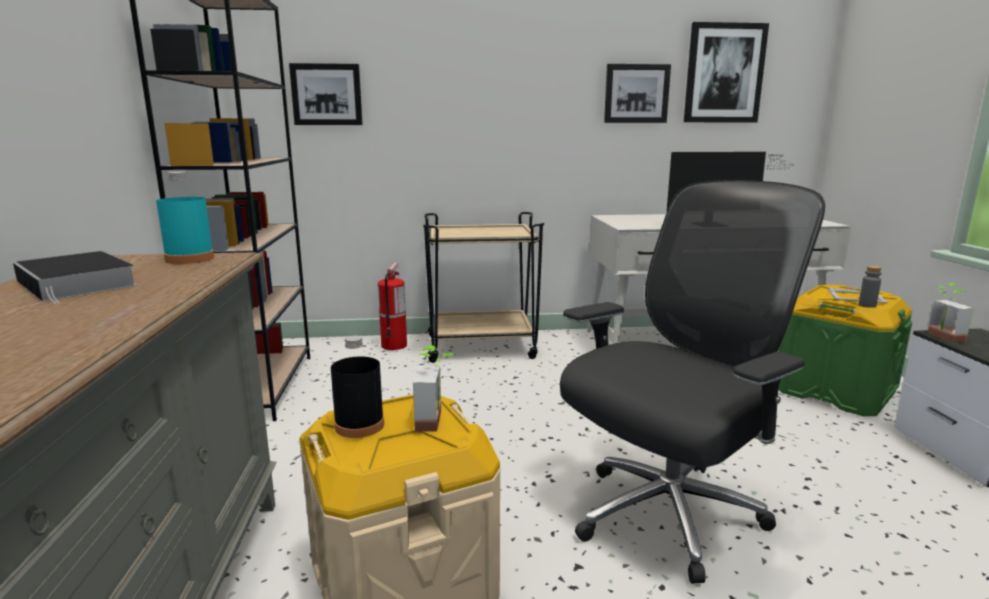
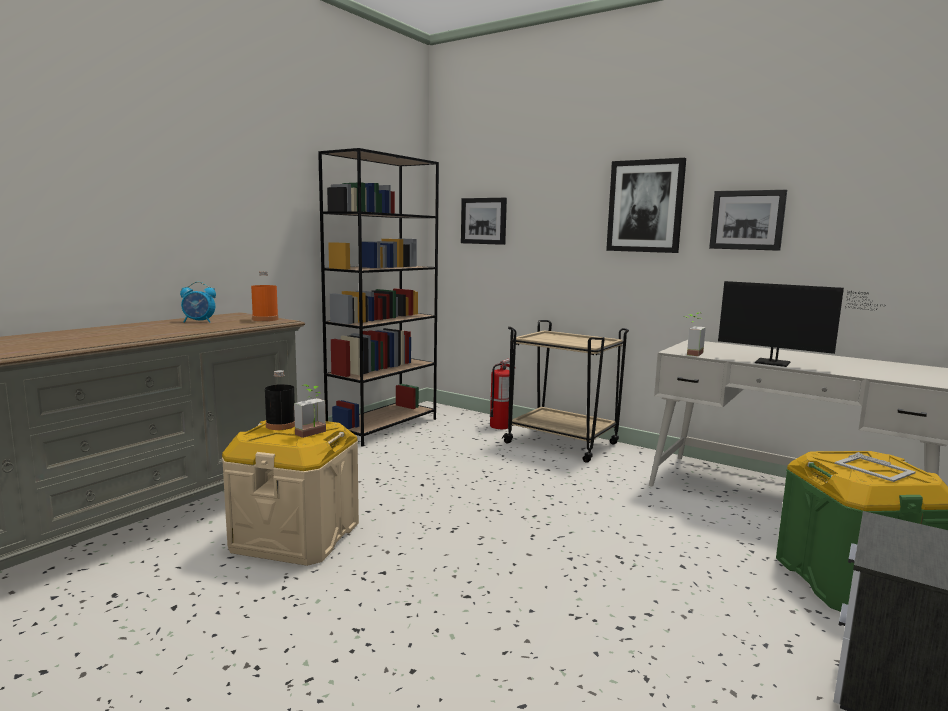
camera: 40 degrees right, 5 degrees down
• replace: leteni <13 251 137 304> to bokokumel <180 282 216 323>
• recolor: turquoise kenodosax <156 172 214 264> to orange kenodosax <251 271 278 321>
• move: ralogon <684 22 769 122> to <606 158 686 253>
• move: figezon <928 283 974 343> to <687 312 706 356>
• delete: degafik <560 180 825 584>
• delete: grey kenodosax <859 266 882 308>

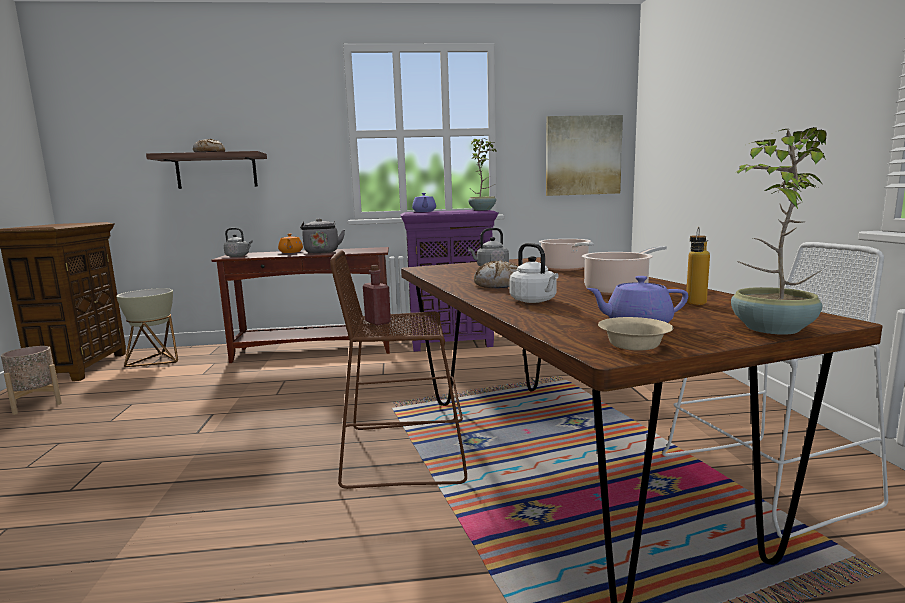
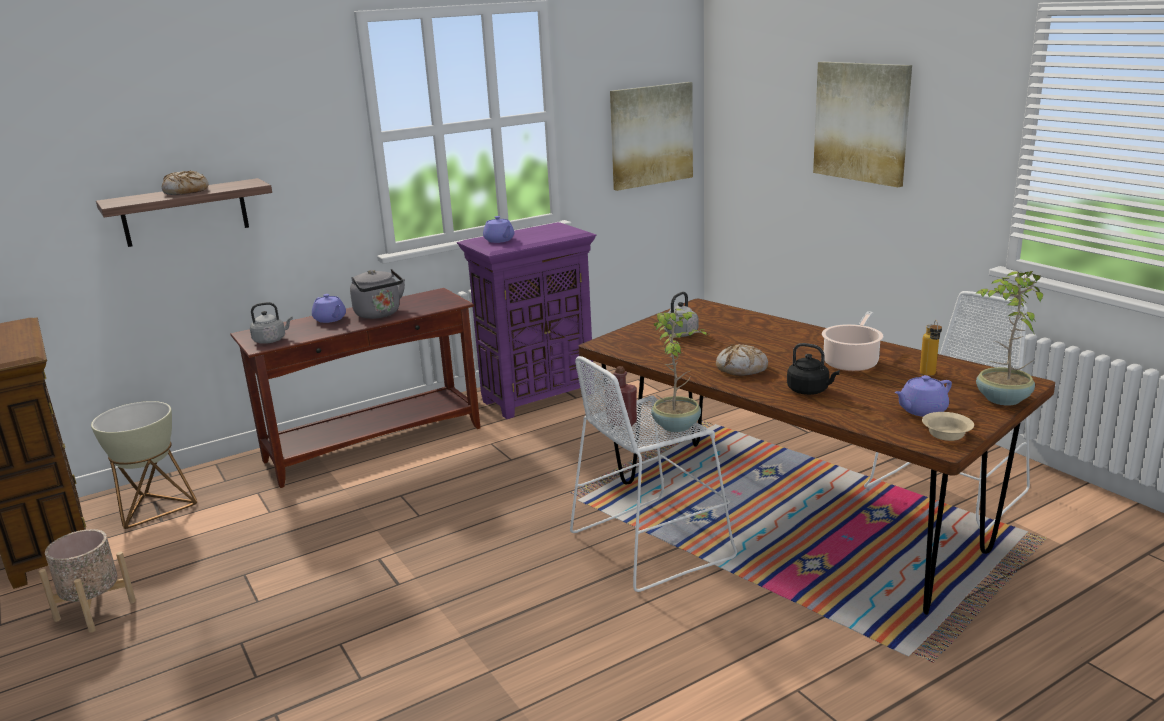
camera: 25 degrees left, 10 degrees up
• recolor: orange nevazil <278 234 303 253> to purple nevazil <312 294 346 323>
• recolor: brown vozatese <330 250 467 489> to white vozatese <570 356 737 592>
• move: figezon <468 138 497 211> to <651 308 708 432>
• recolor: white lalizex <509 243 558 303> to black lalizex <787 343 840 395>
• insert: ralogon <813 62 912 187>
• delete: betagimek <539 239 594 271>

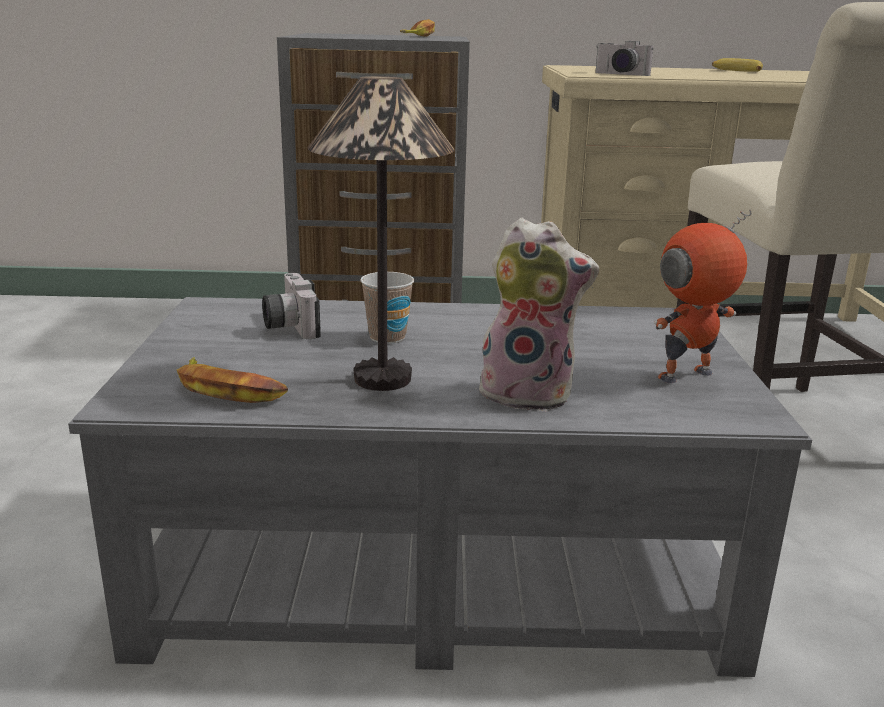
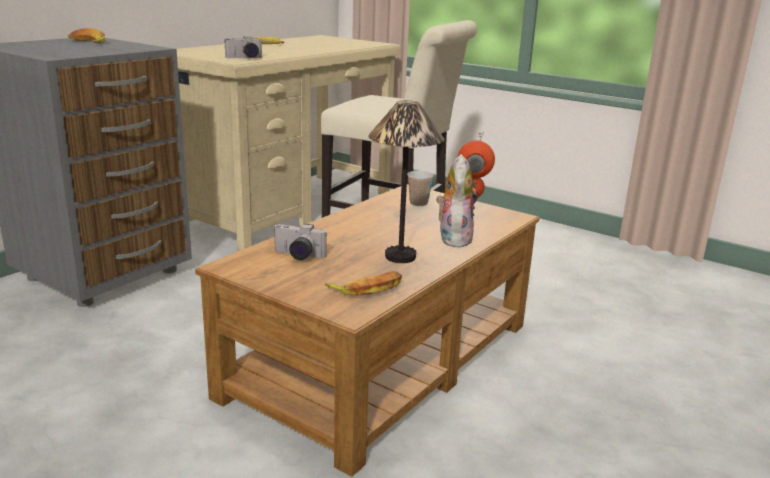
camera: 55 degrees left, 0 degrees up
• recolor: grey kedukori <68 297 812 677> to brown kedukori <195 184 540 477>
• move: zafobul <360 272 414 344> to <407 171 434 206>
• rotate: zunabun <474 218 599 412> = <436 154 474 248> 45 degrees counterclockwise

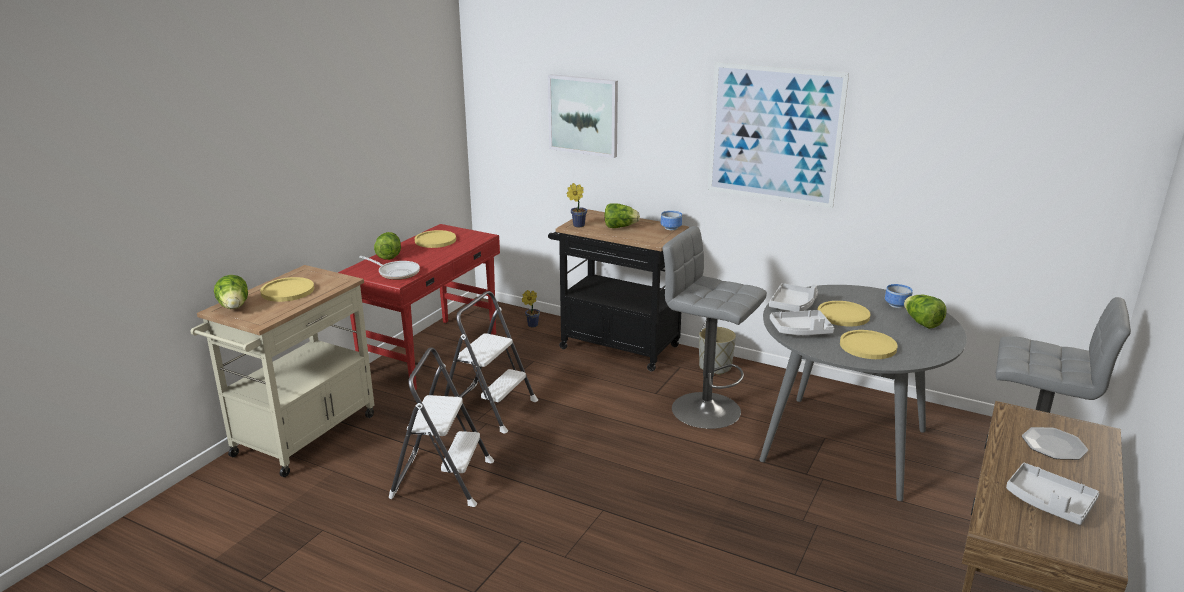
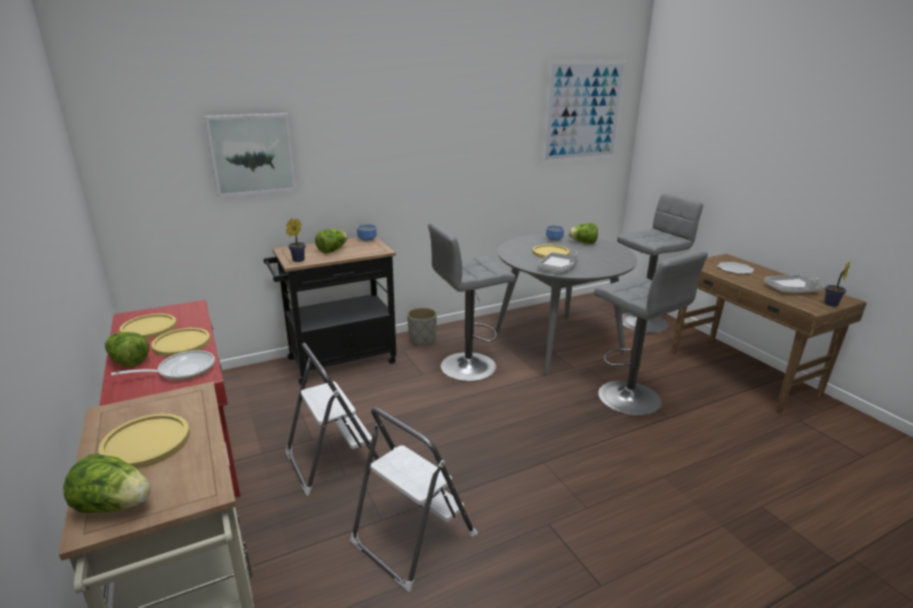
camera: 55 degrees left, 0 degrees up
• move: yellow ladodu <840 330 898 359> to <151 328 210 357>
• move: ralogon <708 62 849 209> to <541 60 627 163>
• insert: grey vozatese <594 250 708 415>
• move: figezon <522 290 540 327> to <824 261 850 307>
• delete: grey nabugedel <769 283 818 311>

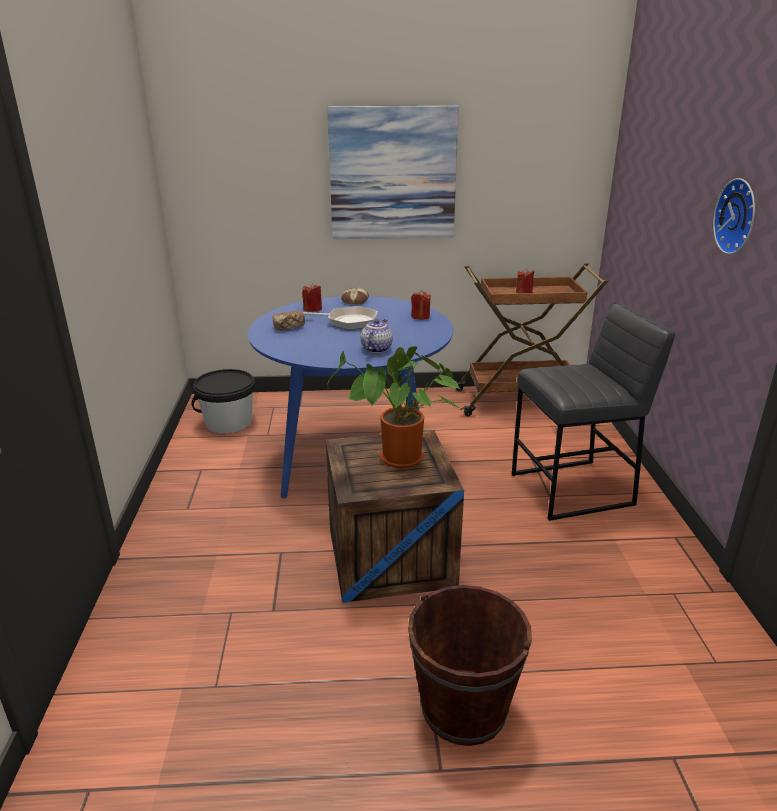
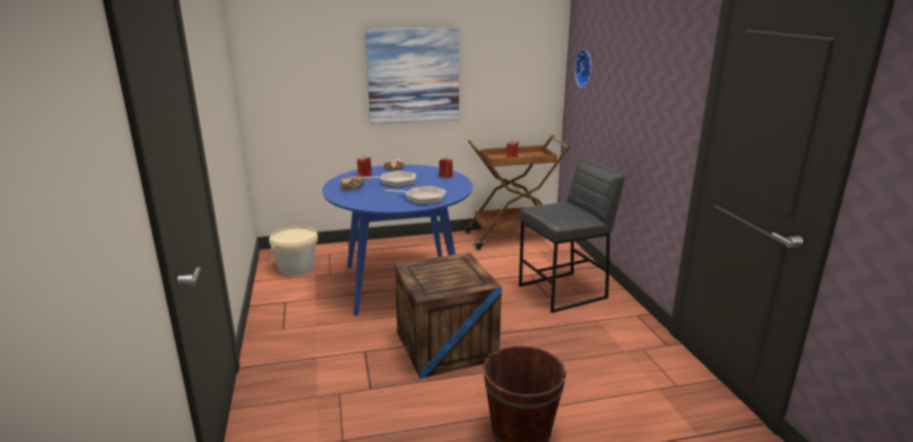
camera: 10 degrees left, 5 degrees down
• recolor: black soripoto <191 369 256 433> to beige soripoto <268 226 318 276>
• replace: nevazil <360 319 393 353> to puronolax <385 186 446 204>
• move: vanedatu <713 178 755 254> to <575 49 592 88>
• delete: figezon <328 346 462 468>

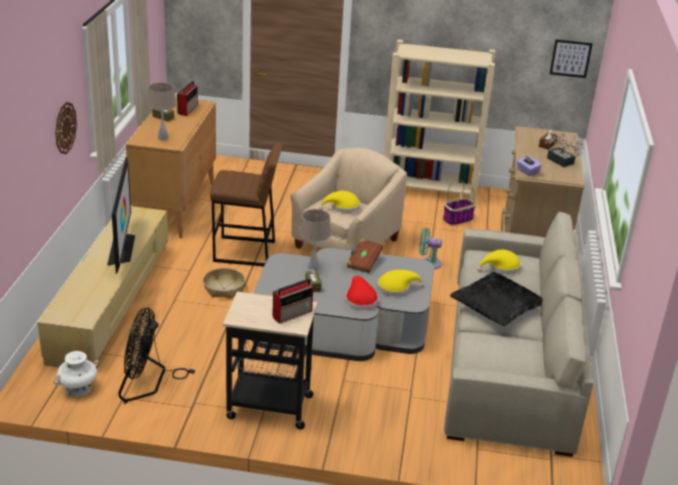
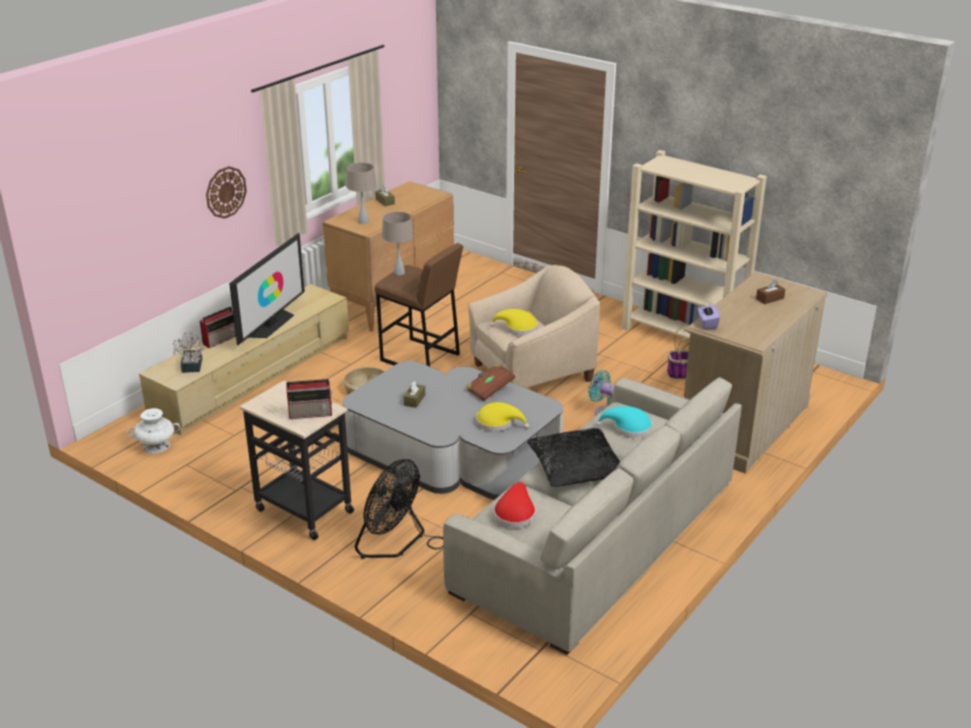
camera: 30 degrees right, 0 degrees up
• move: figezon <545 133 587 167> to <173 332 205 373>
• move: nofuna <177 81 198 116> to <200 306 236 348>
• move: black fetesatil <118 307 195 404> to <355 459 443 559>
• move: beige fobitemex <300 209 331 271> to <382 212 414 275>
• move: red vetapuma <345 276 378 310> to <494 482 536 528>
• recolor: yellow vetapuma <477 250 521 274> to turquoise vetapuma <596 406 652 438>
• delete: ralogon <550 39 593 78>

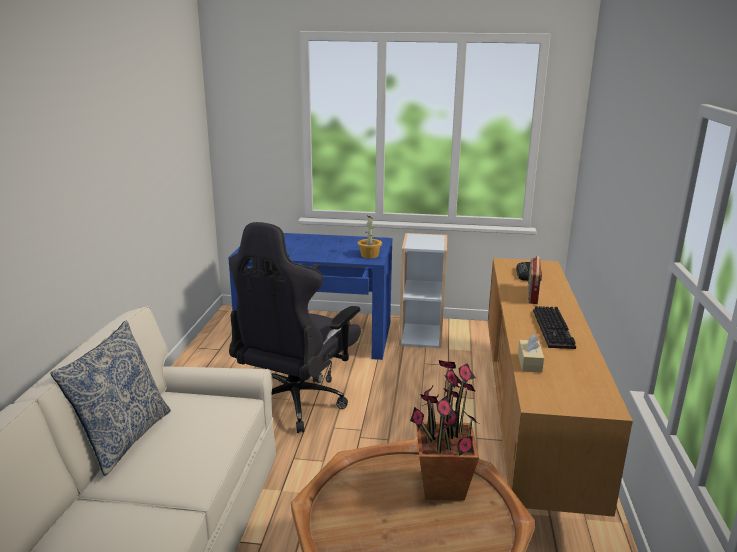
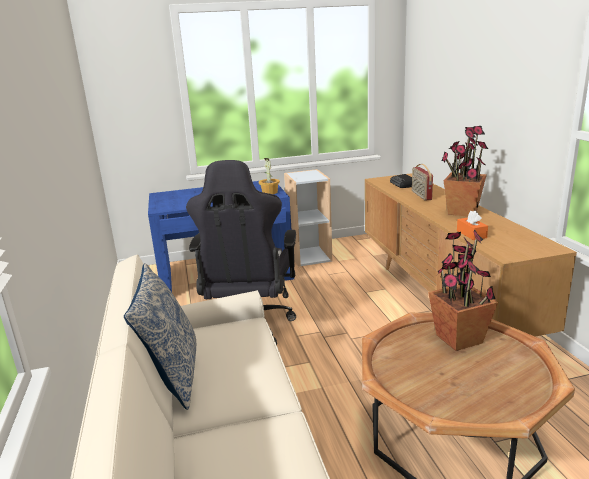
camera: 20 degrees left, 0 degrees up
• replace: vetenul <533 306 576 349> to figezon <441 126 488 217>
• recolor: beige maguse <518 334 544 373> to orange maguse <457 210 488 240>

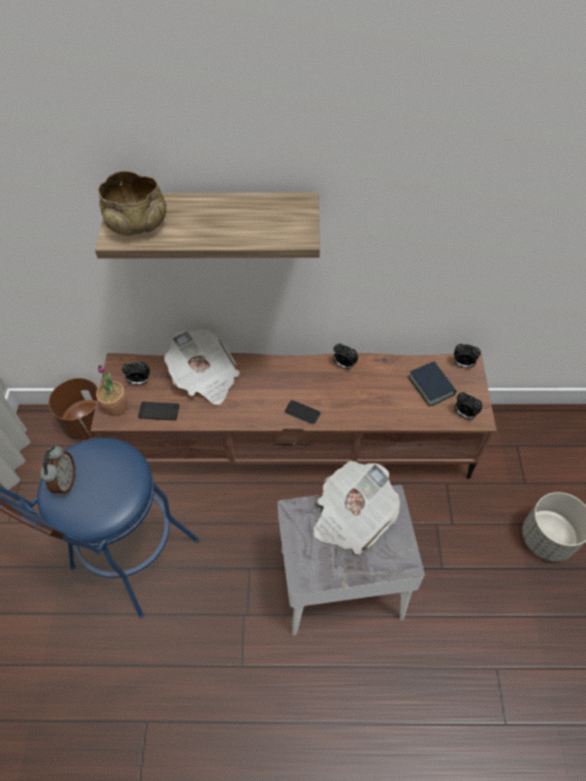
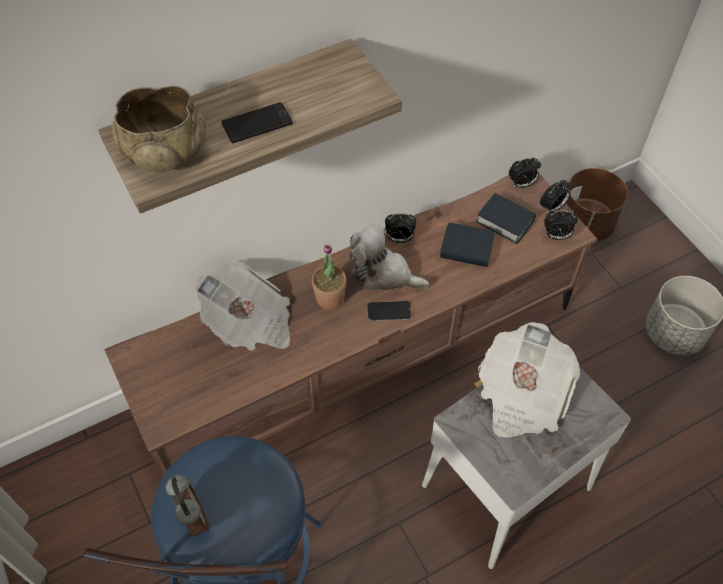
camera: 30 degrees left, 0 degrees up
• move: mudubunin <138 402 179 421> to <221 102 293 143>
• move: figezon <96 365 128 416> to <312 244 347 310>
• insert: zunabun <350 224 429 291>
• insert: leteni <440 223 495 267>
• move: bokokumel <122 362 150 385> to <540 180 571 214>
• move: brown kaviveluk <48 378 98 440> to <566 168 628 242>

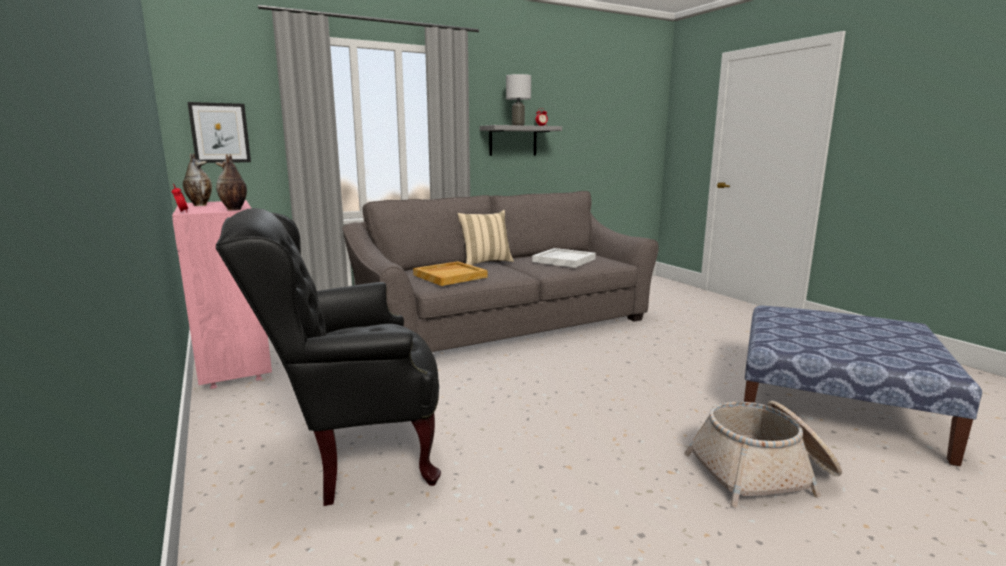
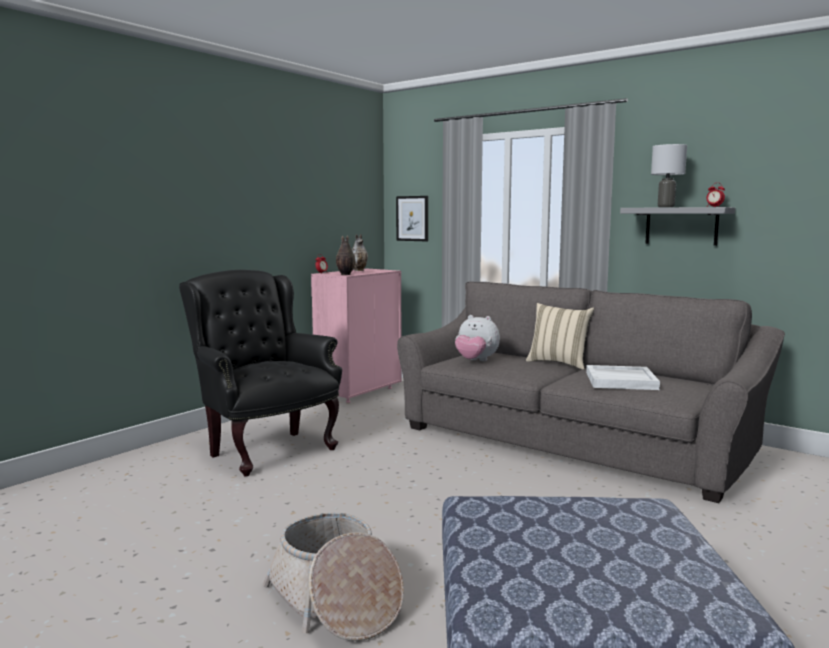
camera: 65 degrees right, 5 degrees down
• replace: beige nabugedel <413 261 487 286> to zunabun <455 315 500 361>

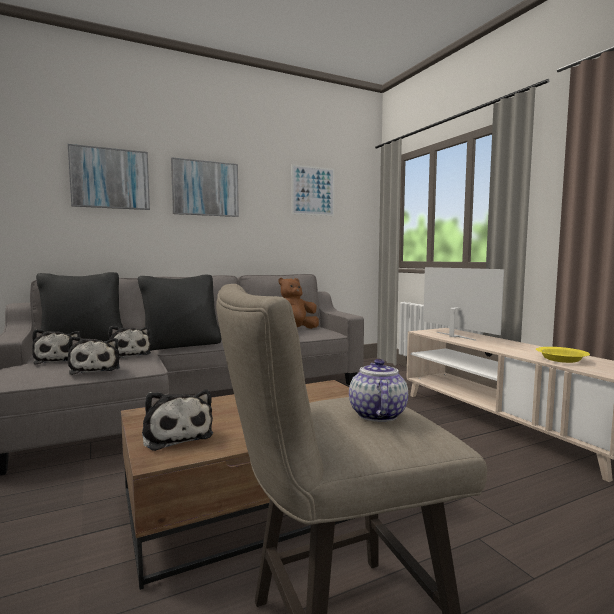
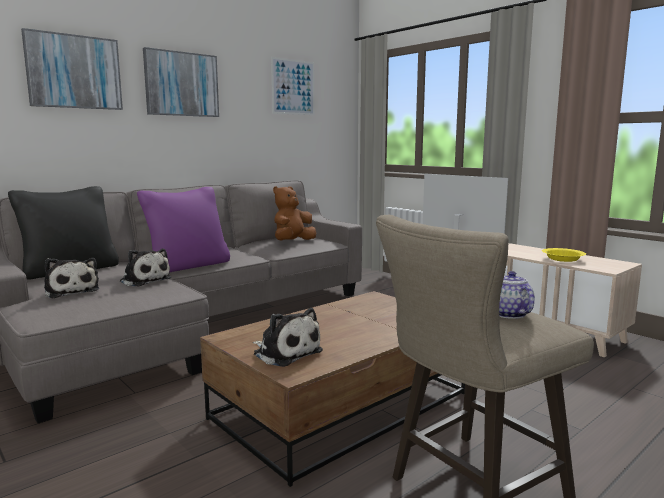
camera: 15 degrees left, 5 degrees up
• recolor: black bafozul <138 275 222 351> to purple bafozul <137 187 230 272>
• delete: zunabun <68 336 120 375>

